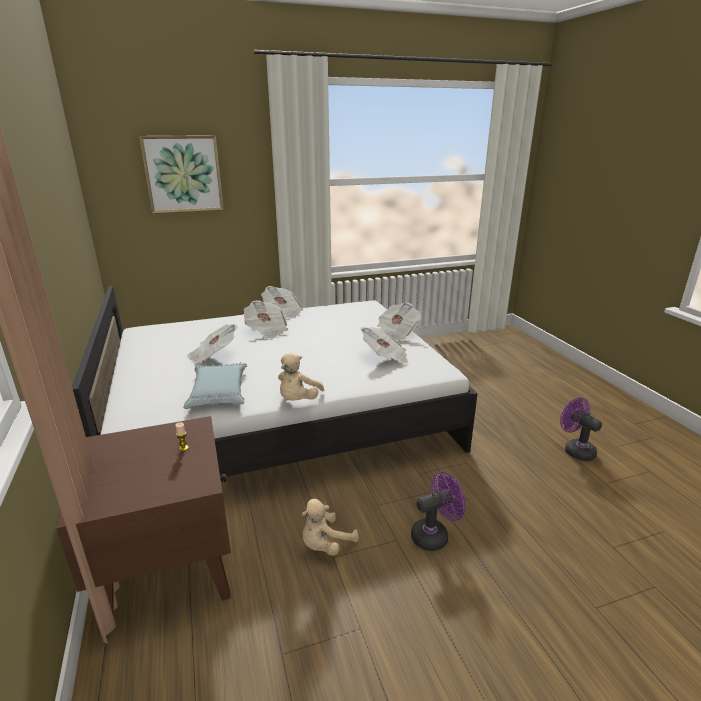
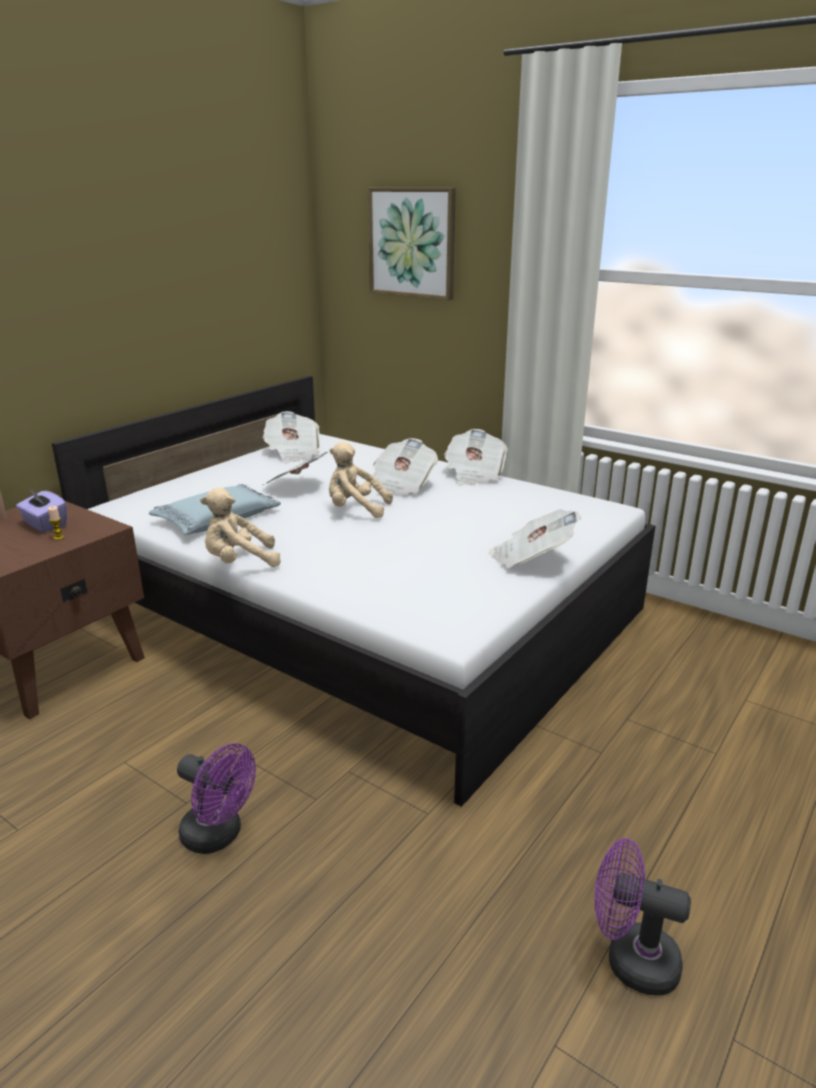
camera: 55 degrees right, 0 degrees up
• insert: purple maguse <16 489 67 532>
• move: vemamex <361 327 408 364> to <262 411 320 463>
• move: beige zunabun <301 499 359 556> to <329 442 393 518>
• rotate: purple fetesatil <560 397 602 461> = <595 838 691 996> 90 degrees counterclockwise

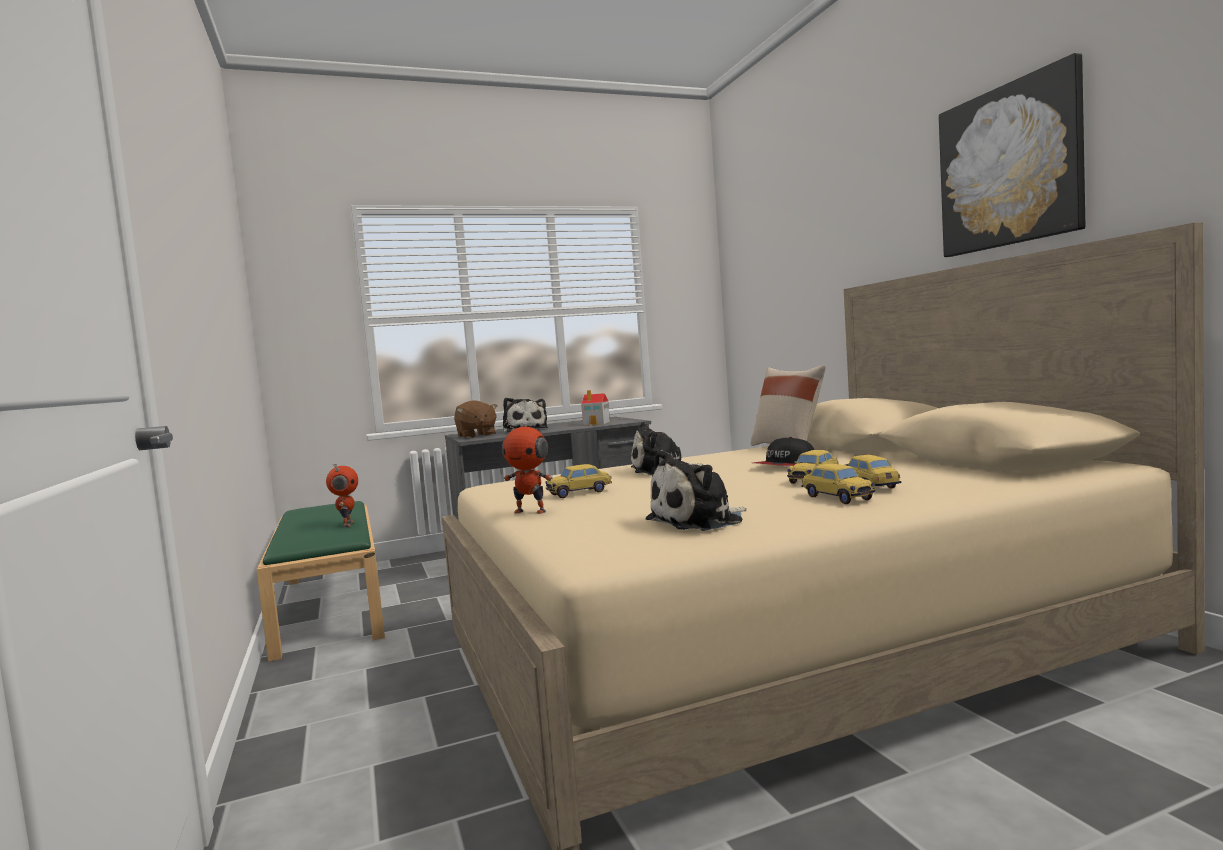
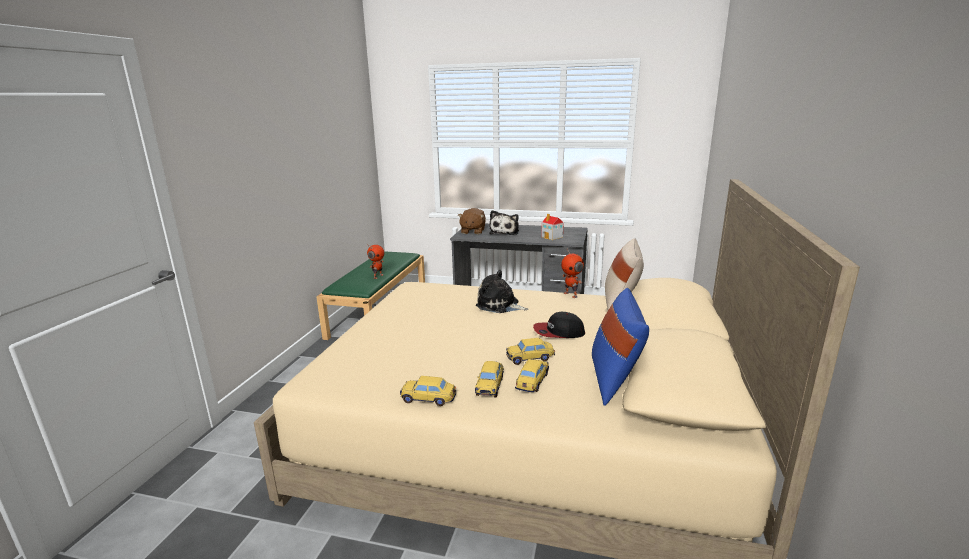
camera: 35 degrees right, 15 degrees up
• move: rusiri <546 464 612 498> to <400 376 456 406>
• move: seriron <502 420 553 514> to <561 248 584 298>
• insert: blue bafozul <592 288 649 406>
• delete: zunabun <646 450 747 531>
• delete: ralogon <939 53 1085 257>

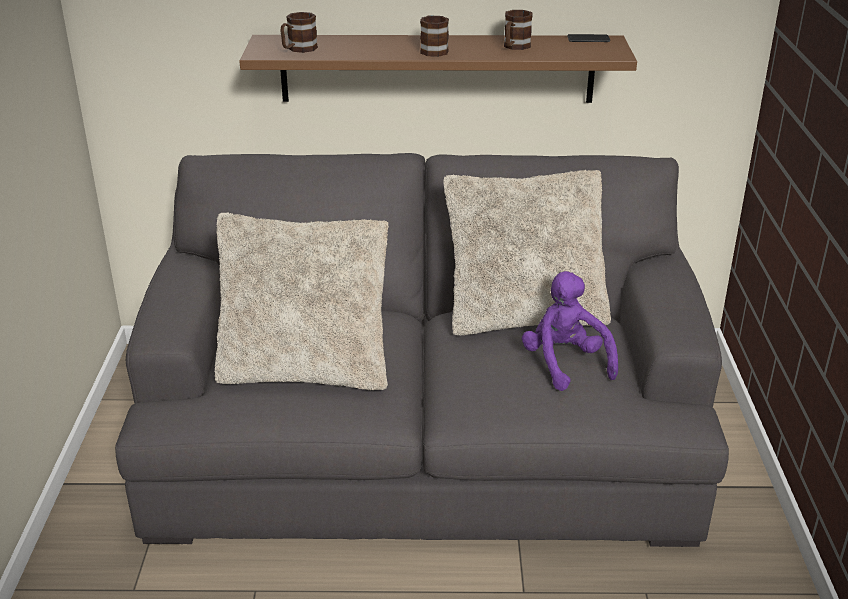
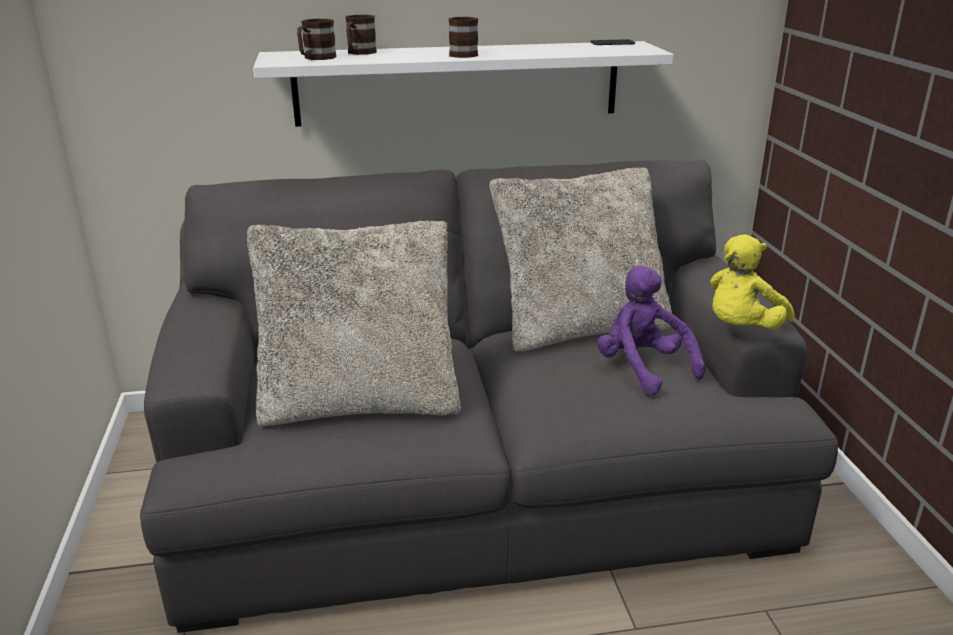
camera: 10 degrees left, 5 degrees down
• recolor: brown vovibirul <239 35 637 103> to white vovibirul <253 41 674 127>
• move: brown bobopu <504 10 533 50> to <345 15 377 55>
• insert: yellow zunabun <710 235 795 329>

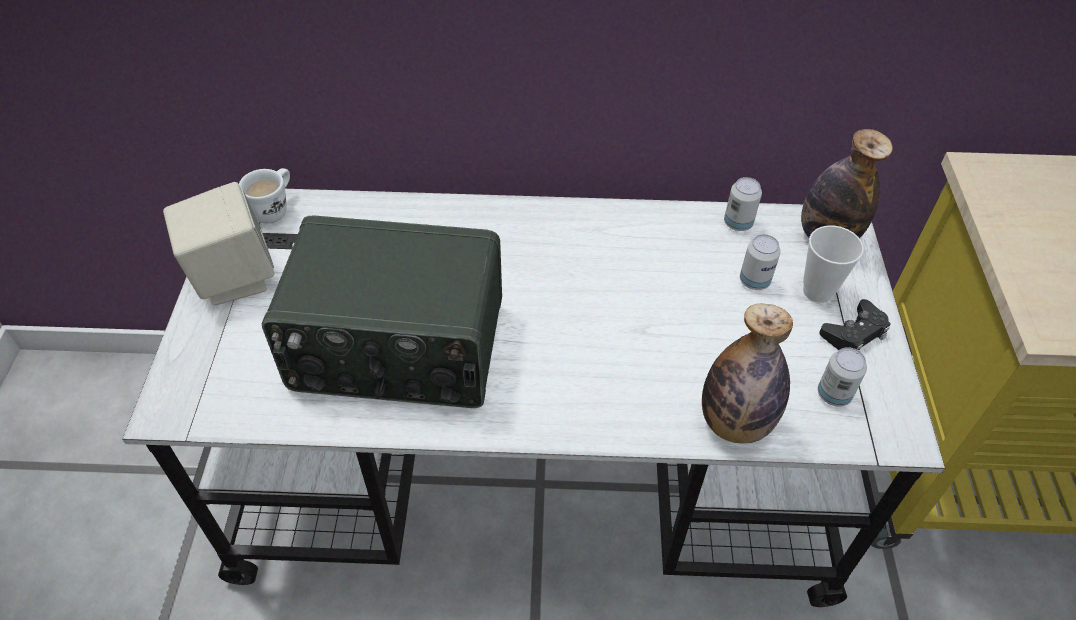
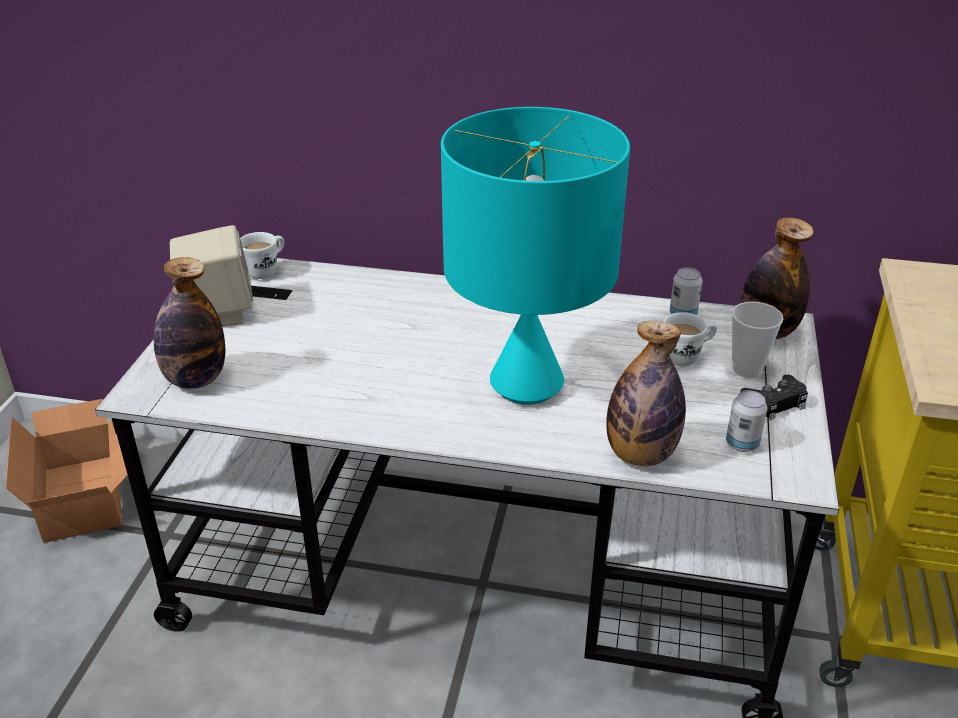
camera: 10 degrees right, 15 degrees down
• insert: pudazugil <6 399 128 543>
• insert: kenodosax <154 257 225 389>
• insert: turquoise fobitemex <441 107 630 405>
• replace: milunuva <740 234 781 290> to white bobopu <663 312 717 366>
• delete: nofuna <262 216 502 408>

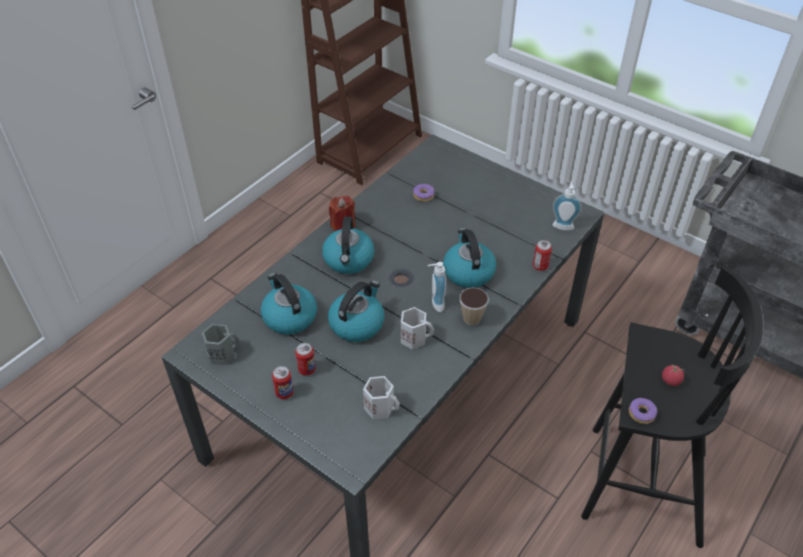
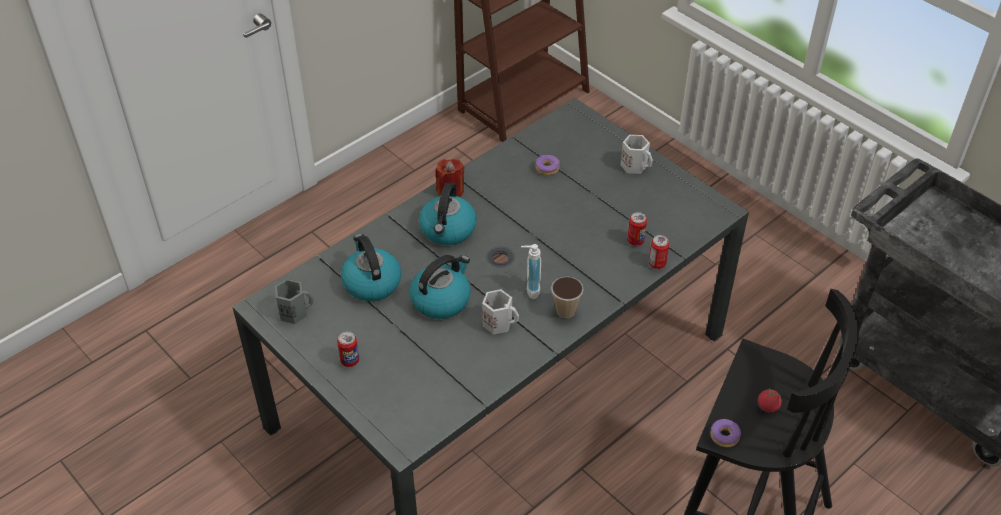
camera: 10 degrees right, 0 degrees up
• move: white bobopu <363 376 400 419> to <621 135 653 174>
• move: milunuva <295 343 316 376> to <627 212 647 246>
• delete: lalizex <443 228 496 288>
• delete: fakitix <552 180 582 230>

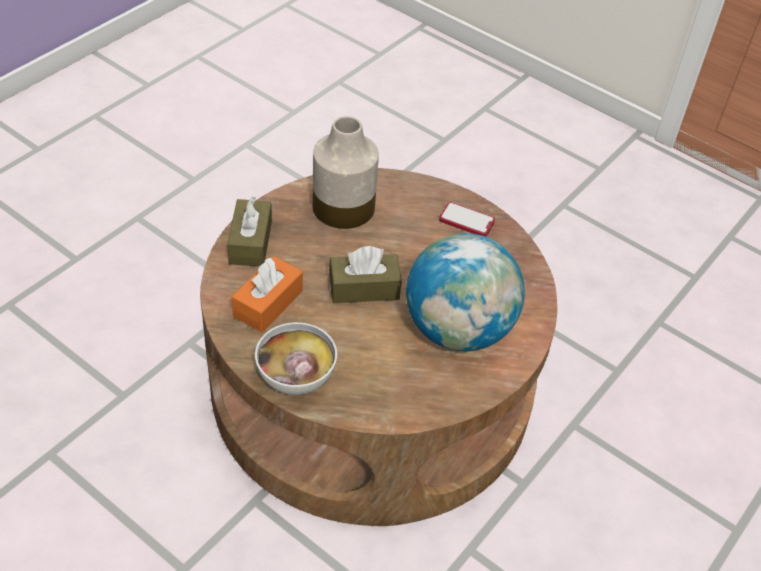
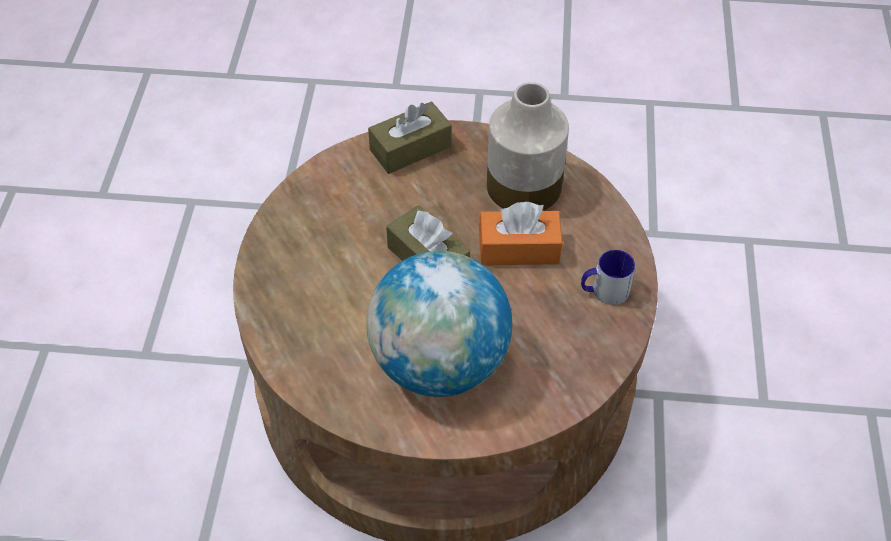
camera: 60 degrees right, 5 degrees up
• move: orange maguse <232 256 303 333> to <479 202 563 265>
• replace: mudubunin <439 202 495 237> to bobopu <581 250 635 305>
• delete: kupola <255 322 337 395>

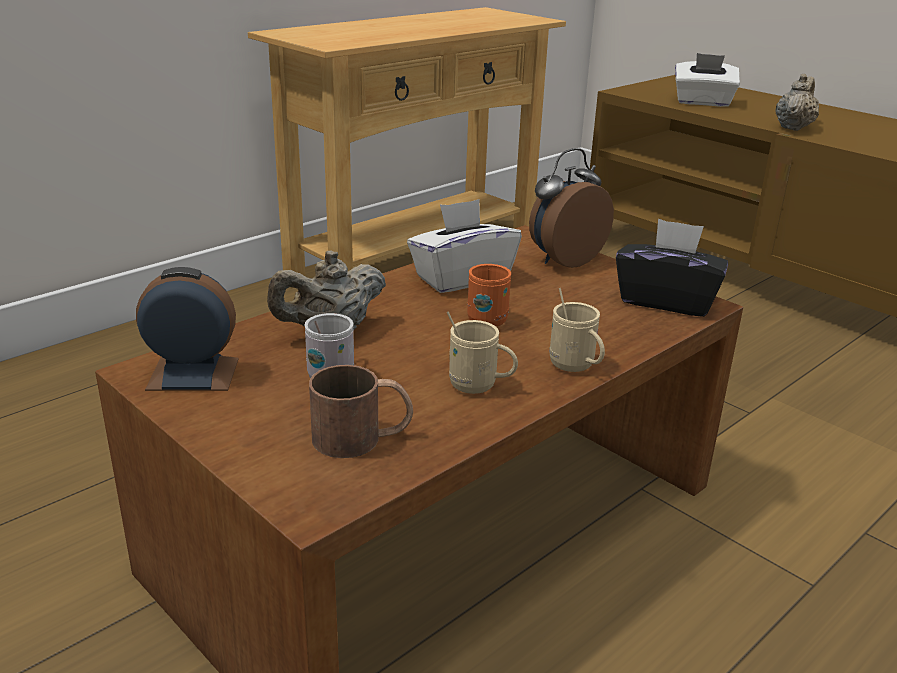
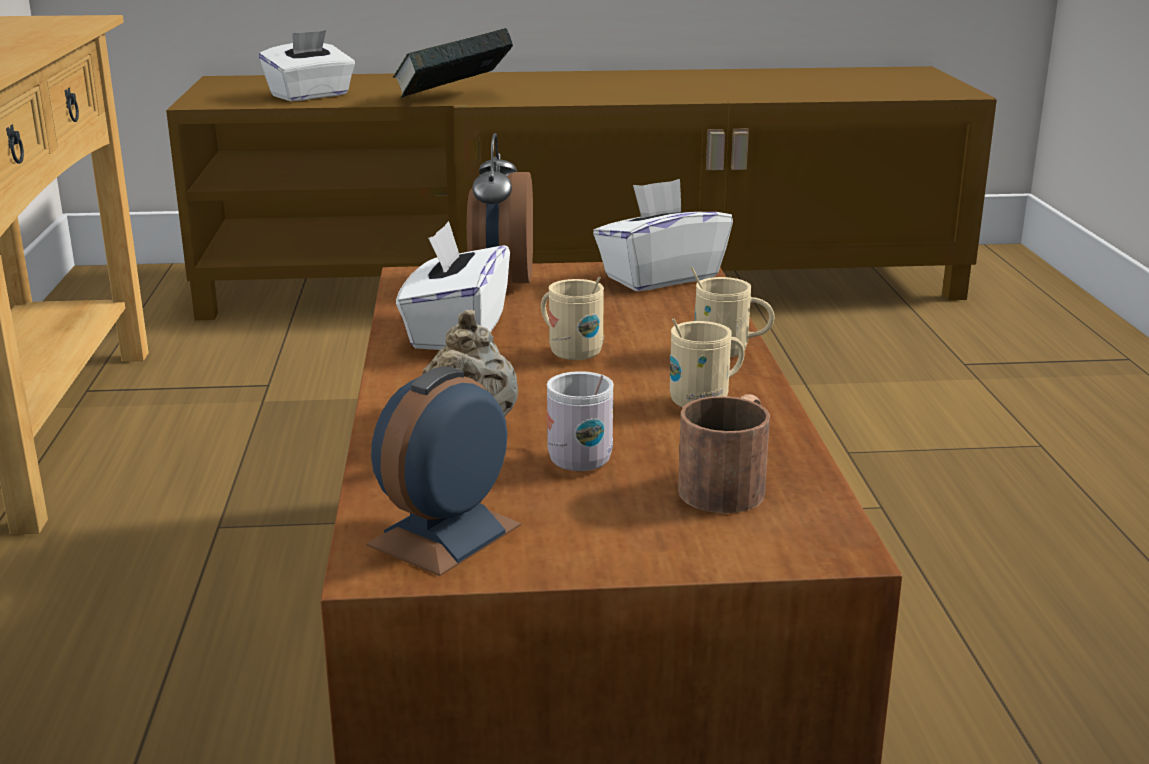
camera: 50 degrees left, 5 degrees down
• replace: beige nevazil <776 73 819 131> to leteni <393 28 513 98>
• recolor: orange bobopu <467 264 511 327> to beige bobopu <541 277 604 360>
• recolor: black maguse <616 218 728 317> to white maguse <593 179 733 291>

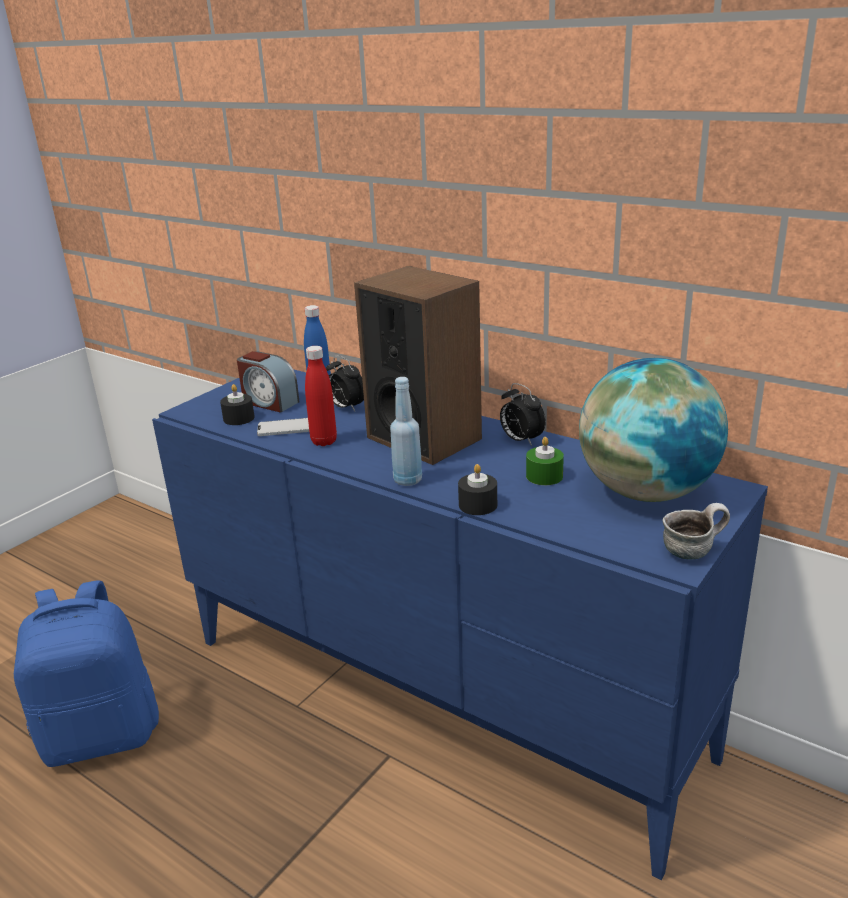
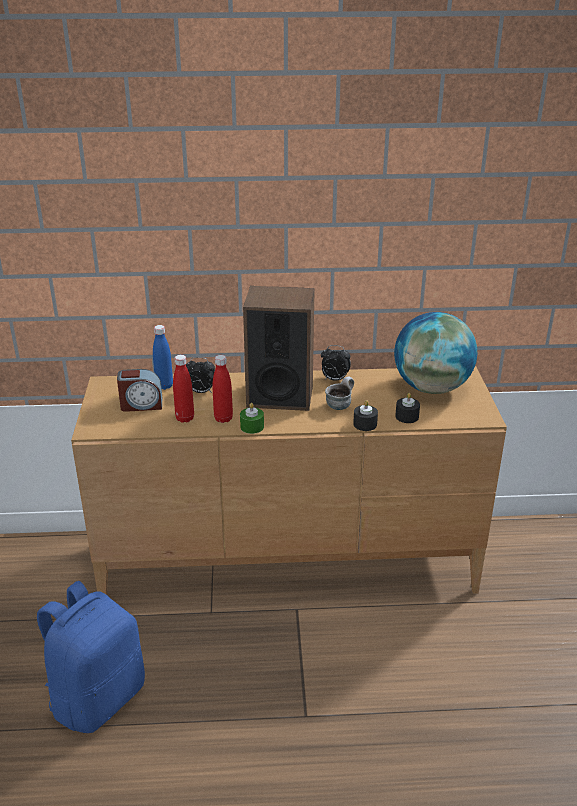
camera: 40 degrees left, 5 degrees up
• recolor: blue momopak <152 369 768 880> to brown momopak <71 366 507 595>
• replace: mudubunin <257 418 309 436> to red kenodosax <173 355 194 423>
• move: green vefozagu <526 437 564 485> to <240 403 264 434>
• move: bobopu <663 503 730 560> to <325 377 354 410>
• move: black vefozagu <220 384 255 425> to <395 393 420 423>
• delete: blue kenodosax <390 377 422 486>

